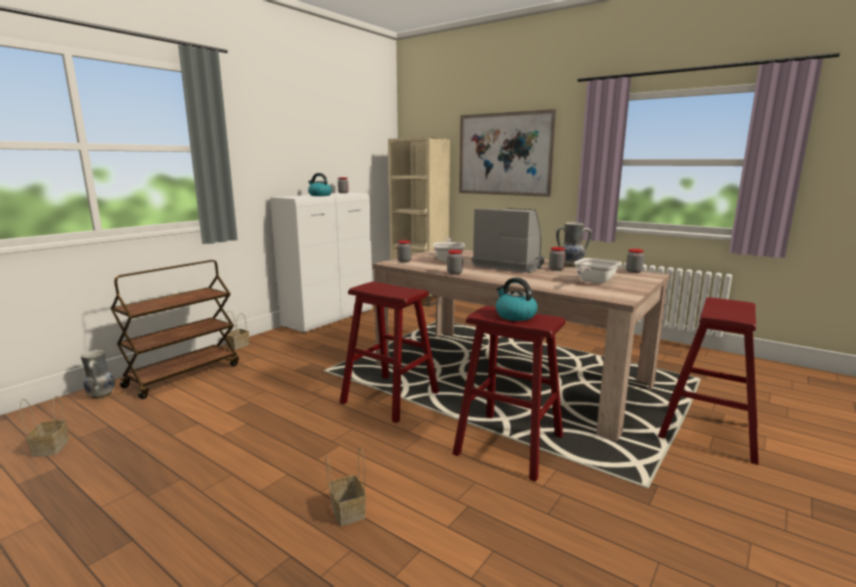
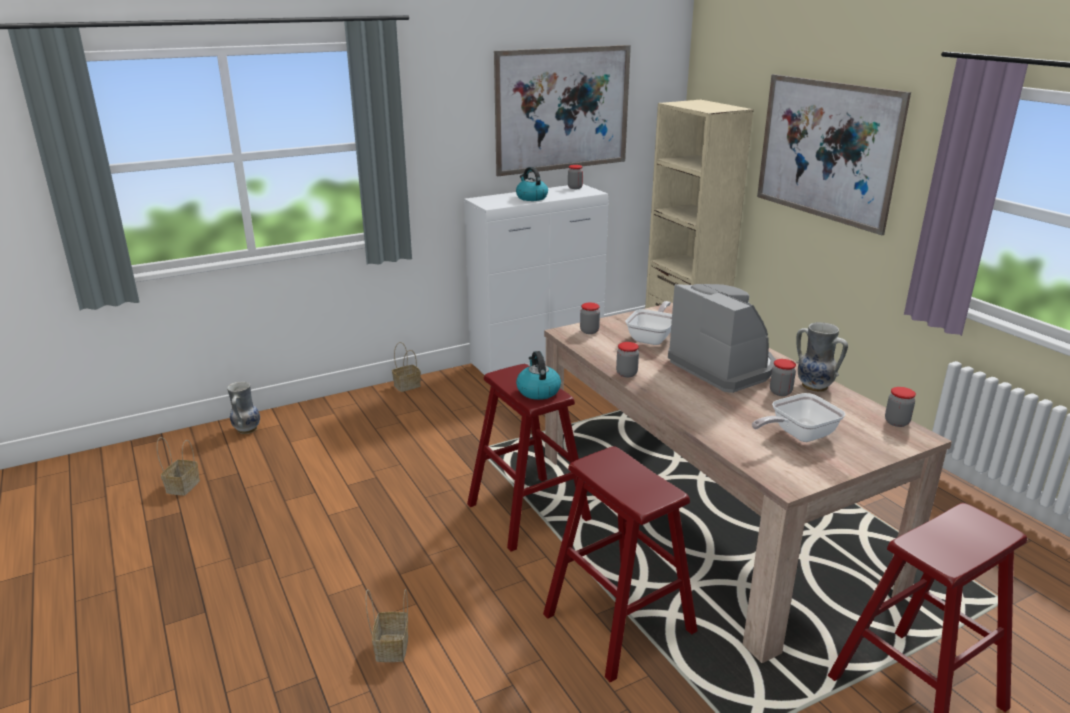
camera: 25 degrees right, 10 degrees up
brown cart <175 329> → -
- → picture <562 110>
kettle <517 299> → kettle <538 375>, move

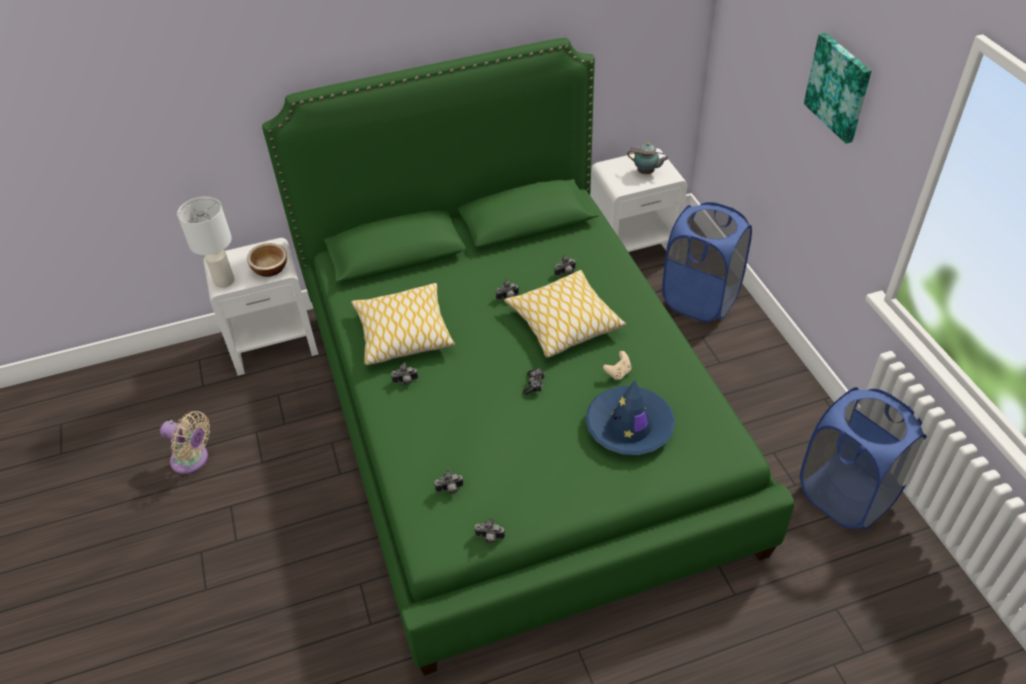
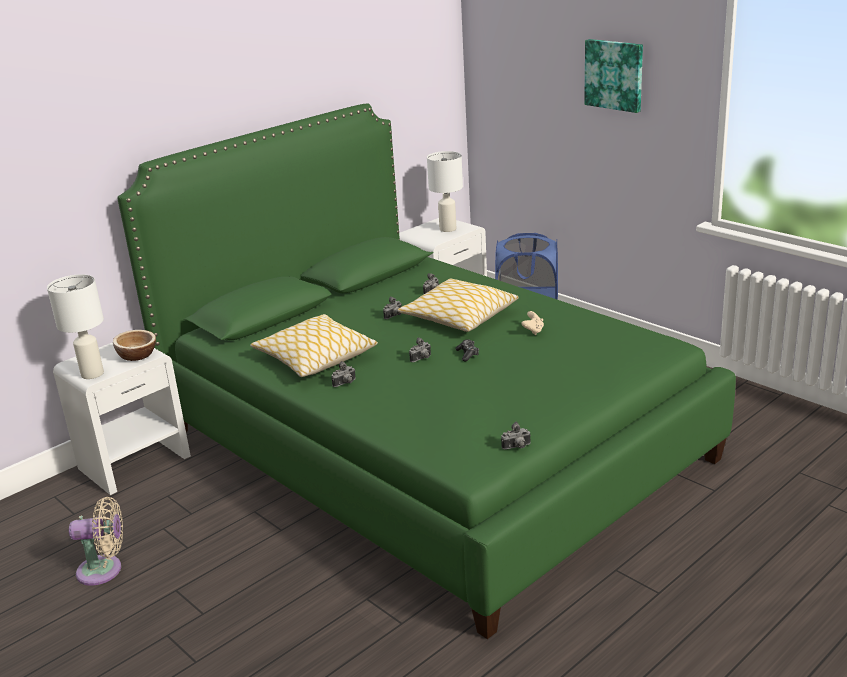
camera: 25 degrees left, 20 degrees down
blue hat <630 417> → -
blue laundry basket <863 458> → -
photo camera <448 481> → photo camera <420 349>, move
teapot <648 158> → white table lamp <445 191>

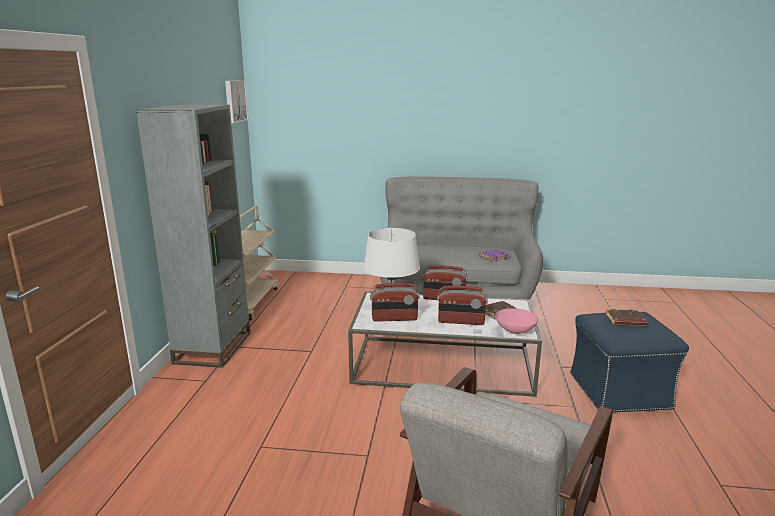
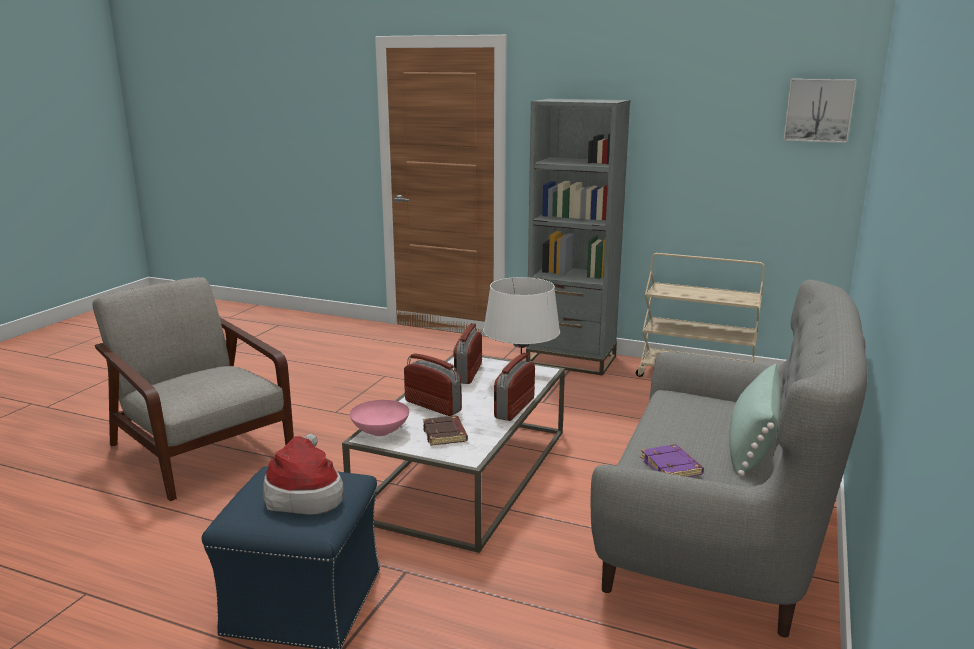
camera: 105 degrees right, 0 degrees up
- → green pillow <755 420>
brown book <627 317> → hat <303 474>
radio <462 305> → radio <433 384>, 105 degrees clockwise

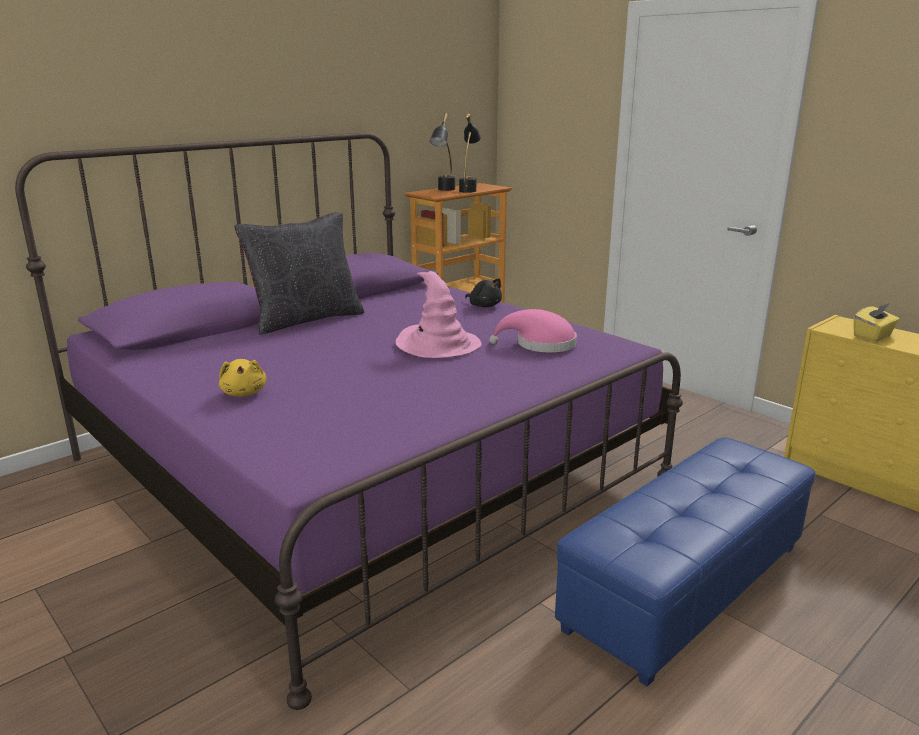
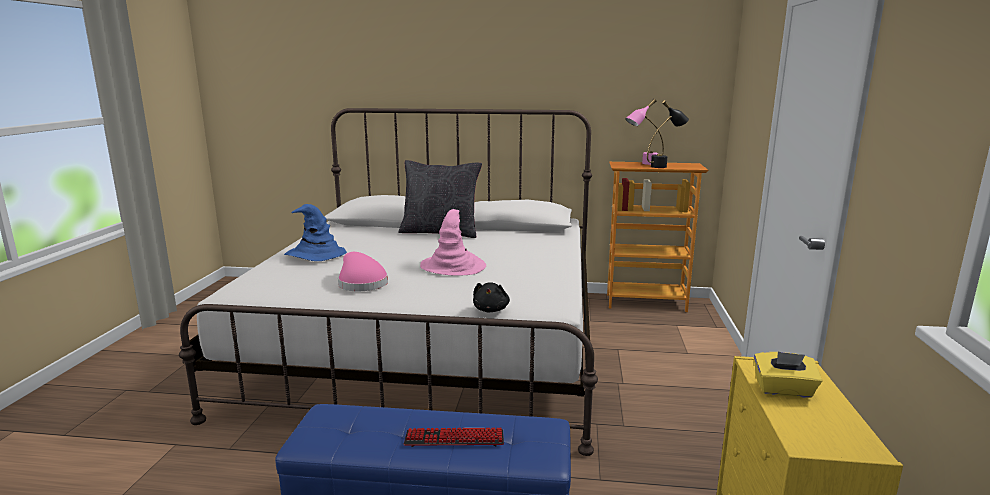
camera: 50 degrees right, 5 degrees down
- → keyboard <454 437>
black plush toy <483 292> → black plush toy <491 297>, move
pink hat <533 330> → pink hat <363 271>, move
yellow plush toy <243 378> → blue hat <315 232>
purple bed <349 421> → white bed <388 282>
black table lamp <442 152> → pink table lamp <644 132>

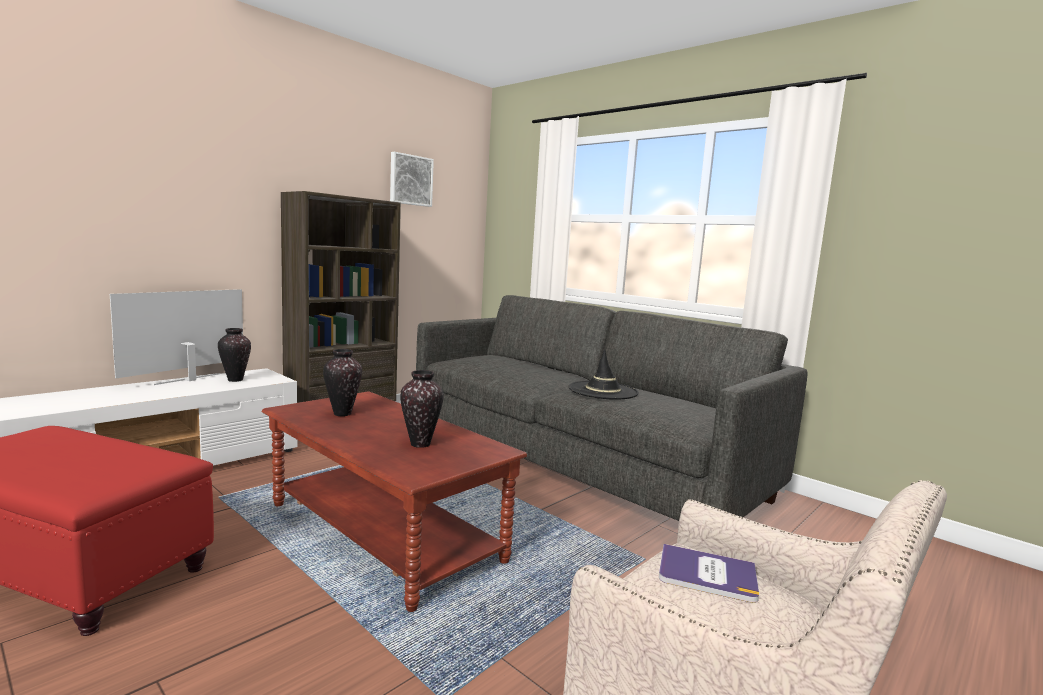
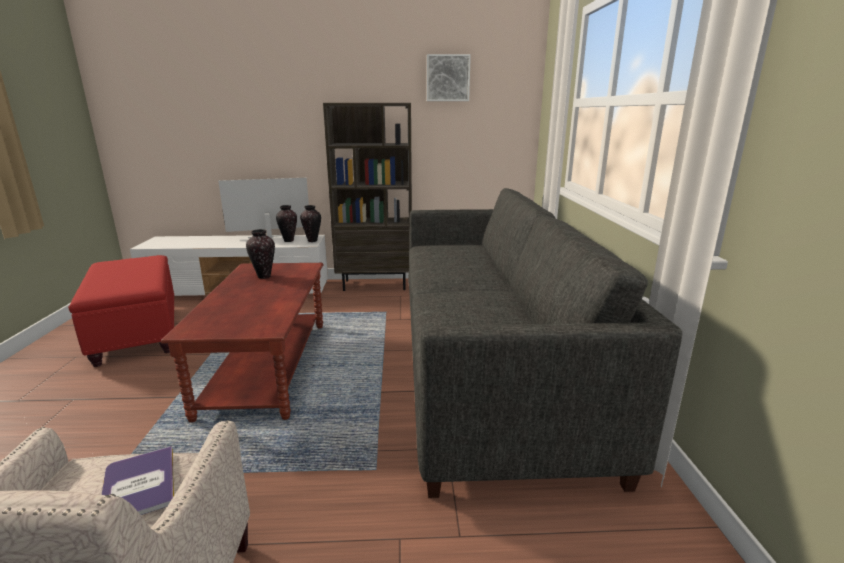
camera: 45 degrees right, 10 degrees up
black hat <604 374> → -
vase <422 409> → vase <310 223>, move

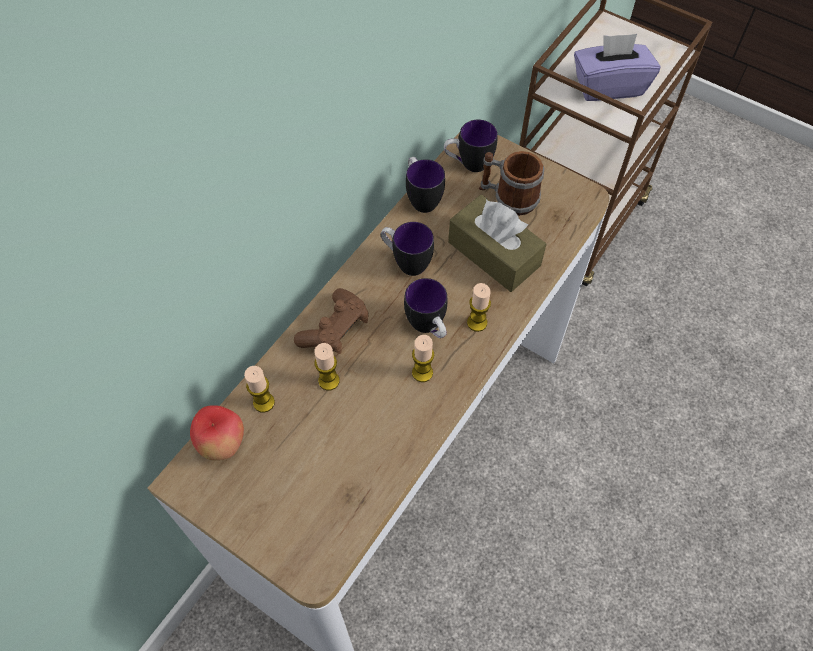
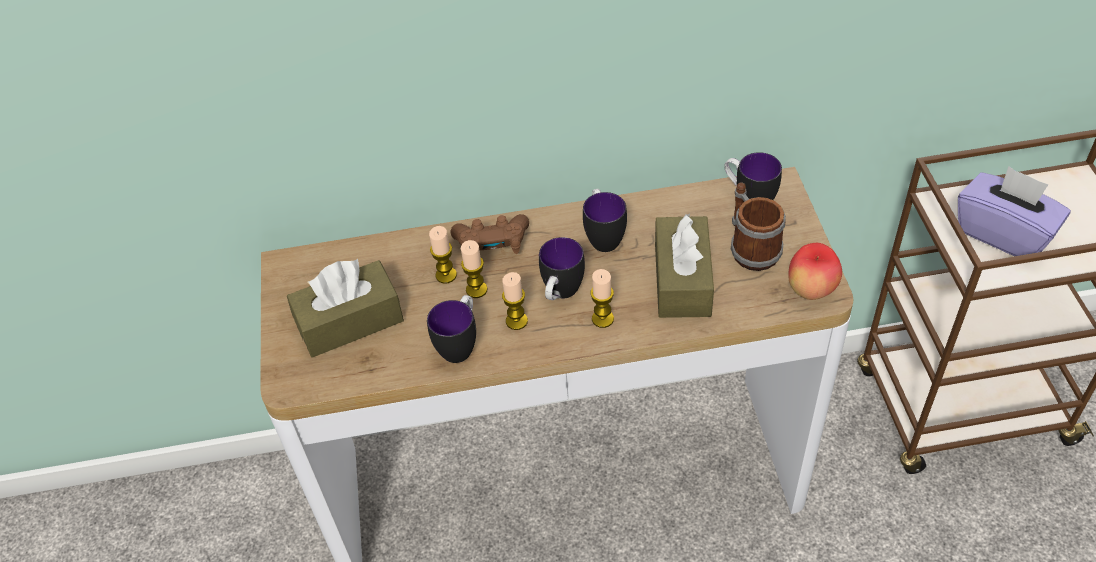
camera: 50 degrees right, 10 degrees down
- → brown tissue box <345 308>
apple <217 433> → apple <815 271>, move
candle <259 389> → candle <474 269>, move
mug <425 185> → mug <451 329>, move

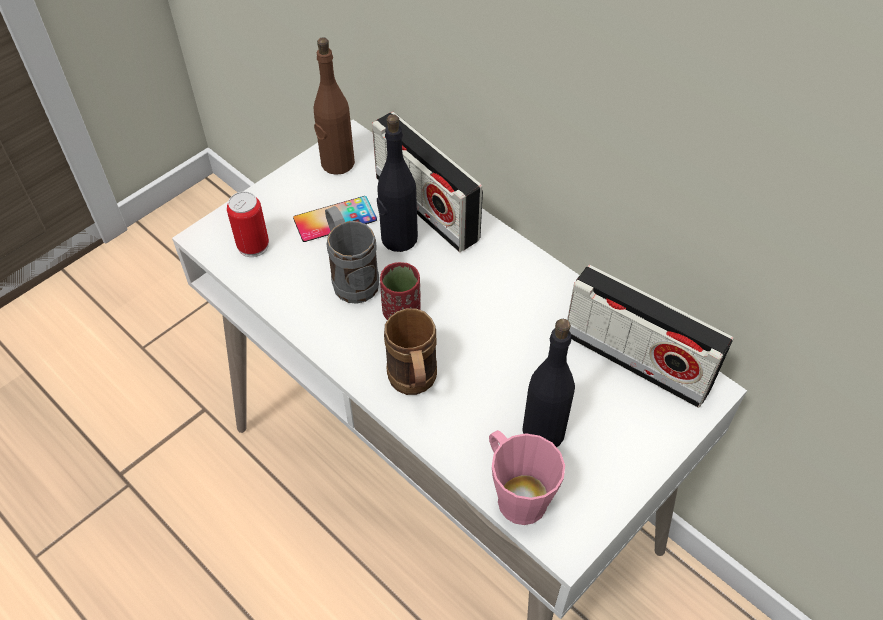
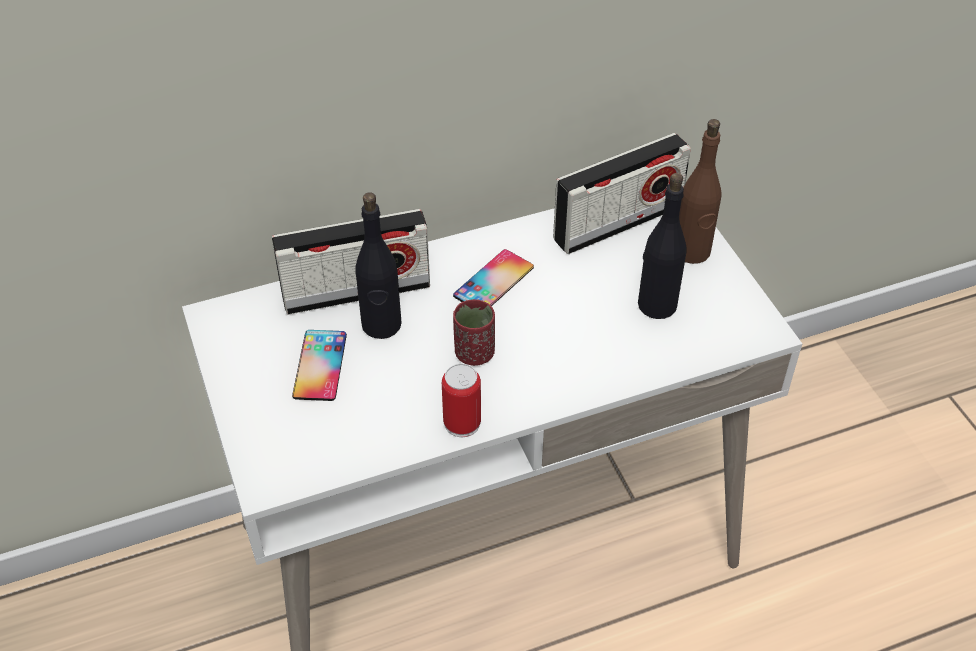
camera: 65 degrees left, 5 degrees down
grey mug <352 255> → -
brown mug <410 351> → -
pink mug <527 477> → -
- → phone <493 277>
can <248 224> → can <461 400>, move
brown bottle <334 106> → brown bottle <700 191>, move

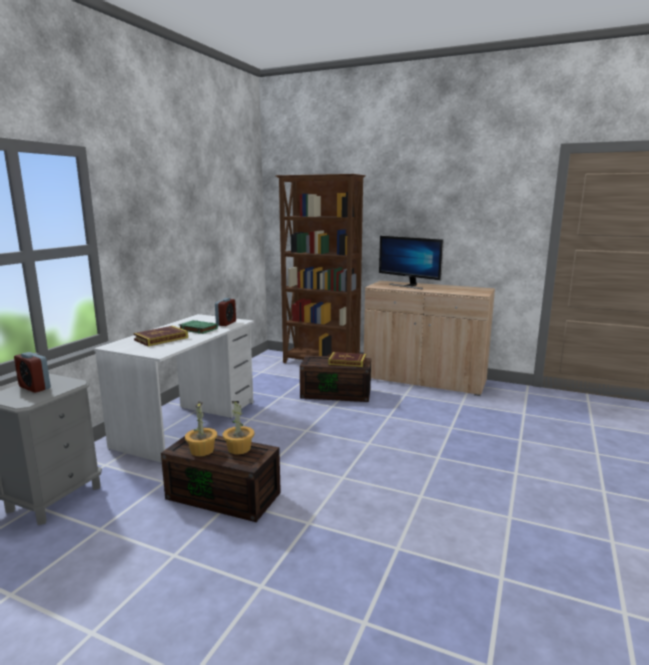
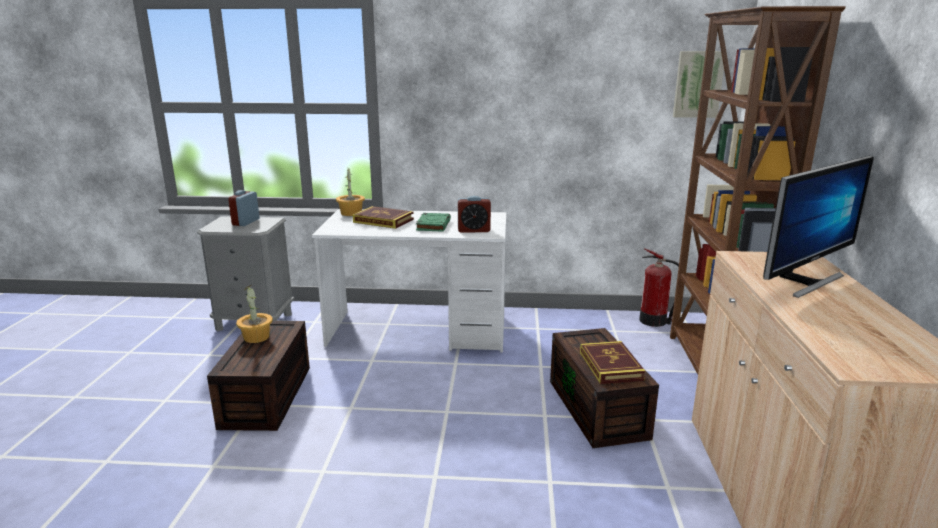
camera: 70 degrees right, 5 degrees up
- → fire extinguisher <659 287>
- → picture <698 84>
potted plant <238 427> → potted plant <350 192>, move
monitor <411 262> → monitor <818 227>, 150 degrees counterclockwise

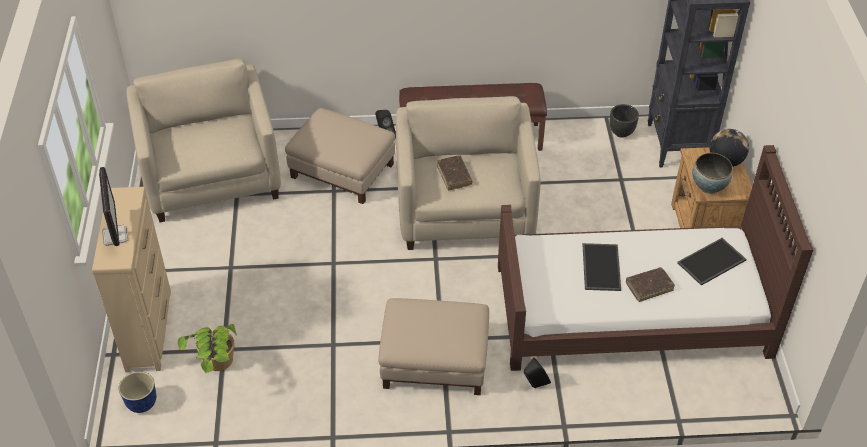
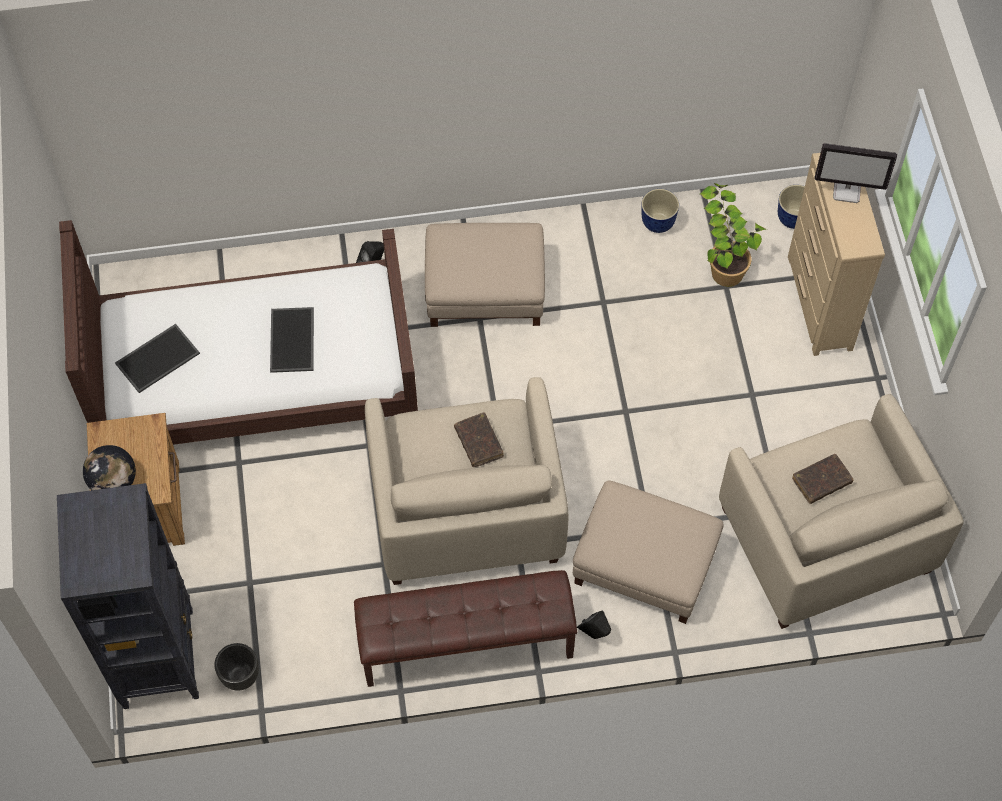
camera: 175 degrees right, 15 degrees up
bowl <713 173> → -
- → planter <660 211>
brown book <650 284> → brown book <823 479>, move
monitor <113 206> → monitor <855 173>, 60 degrees counterclockwise

